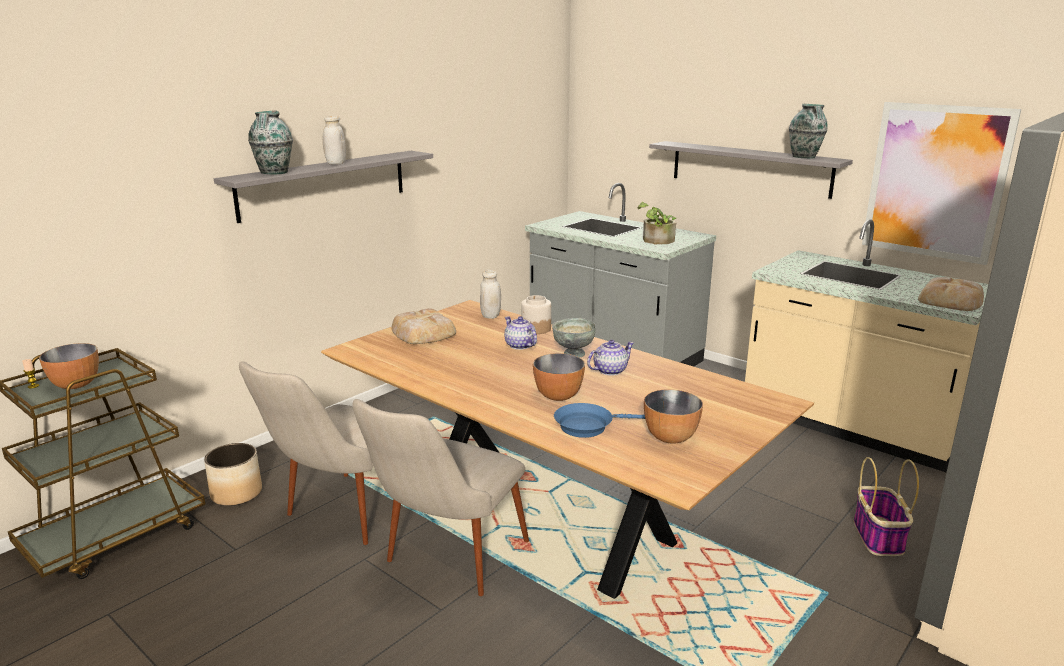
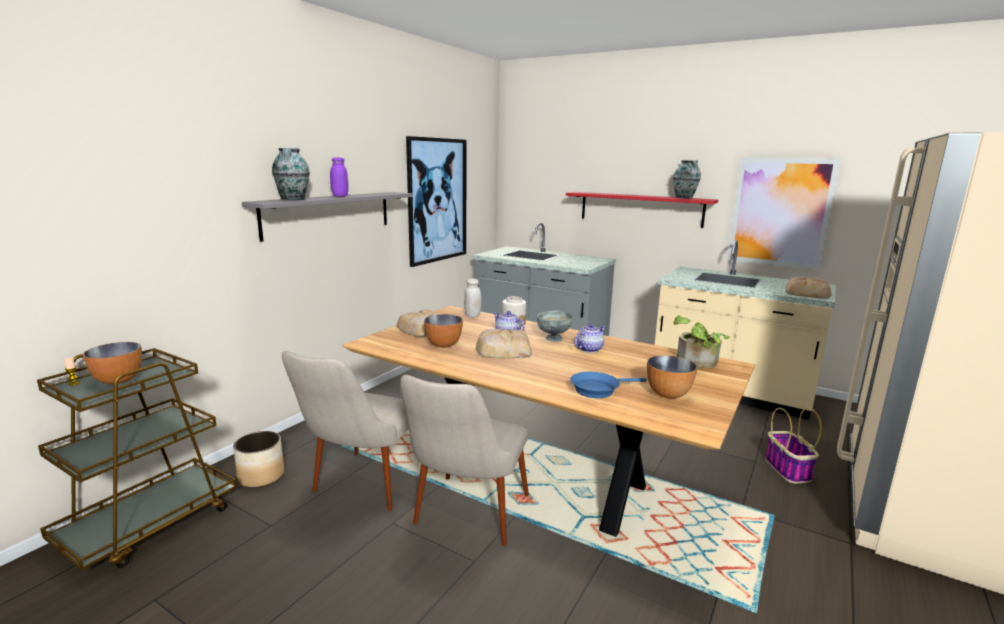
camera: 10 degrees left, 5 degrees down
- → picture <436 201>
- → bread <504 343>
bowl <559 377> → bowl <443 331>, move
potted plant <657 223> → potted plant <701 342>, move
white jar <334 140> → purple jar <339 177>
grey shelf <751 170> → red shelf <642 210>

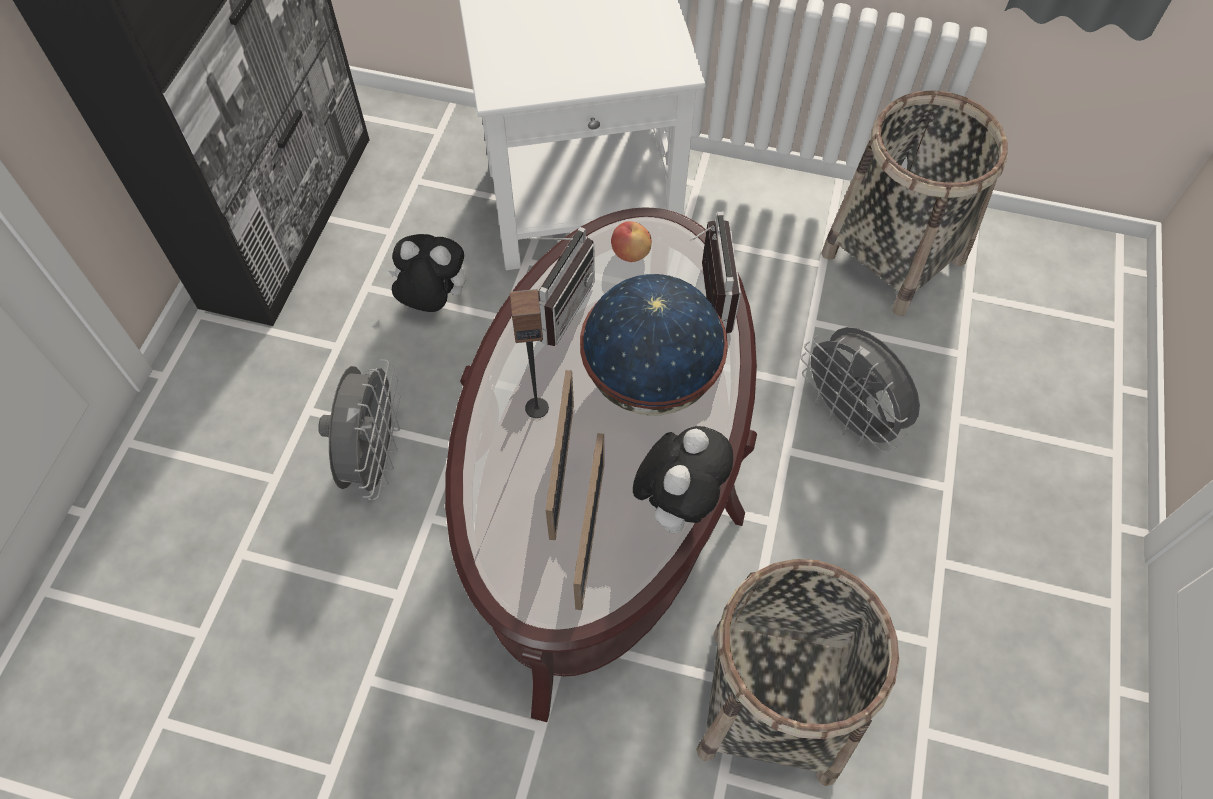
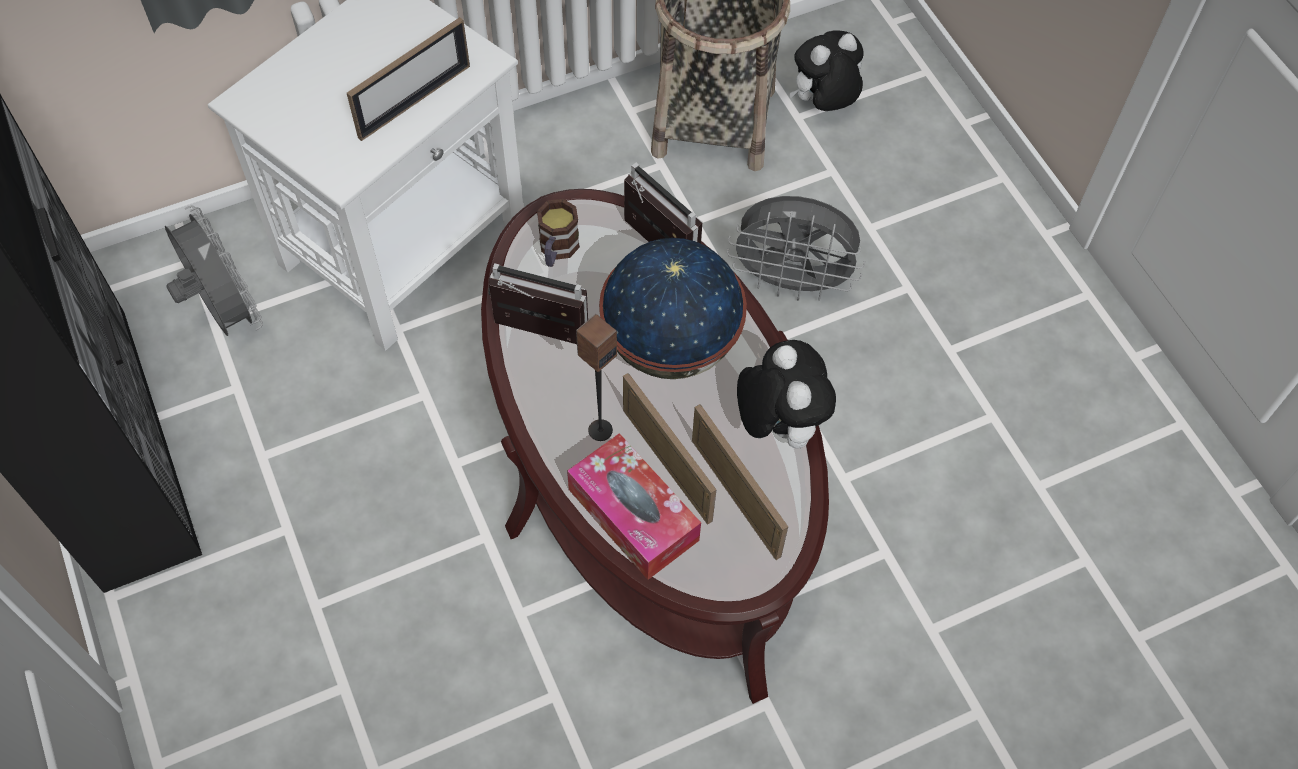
camera: 40 degrees left, 0 degrees up
basket <797 672> → -
- → picture frame <408 79>
- → tissue box <634 506>
grey fan <359 429> → grey fan <214 270>, move
plush toy <427 273> → plush toy <826 70>, move
apple <631 241> → mug <558 233>
radio <558 286> → radio <538 303>, 60 degrees counterclockwise

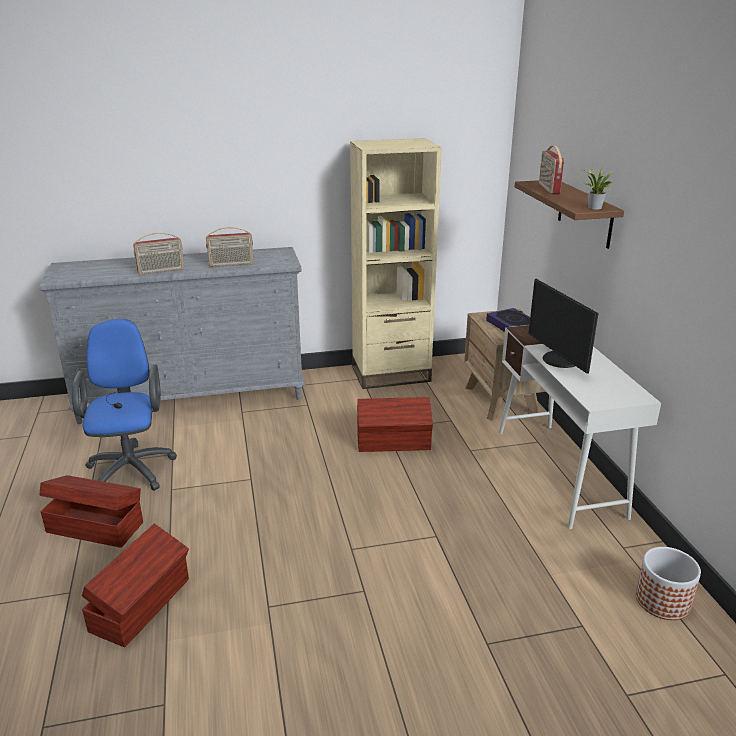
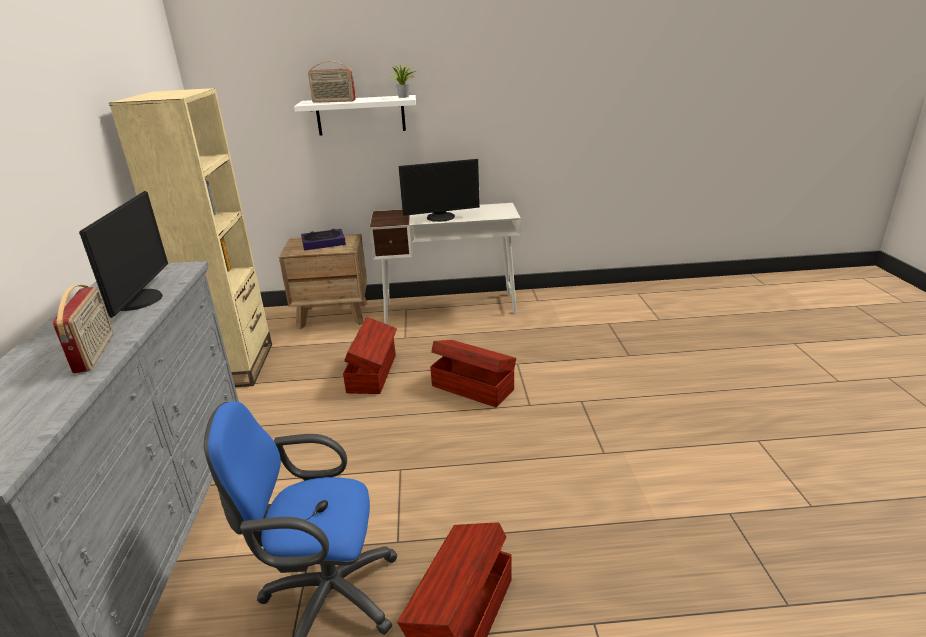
camera: 80 degrees left, 0 degrees up
planter <668 583> → -
brown storage box <135 585> → brown storage box <473 374>, move
radio <230 247> → monitor <123 254>
brown shelf <569 214> → white shelf <355 115>

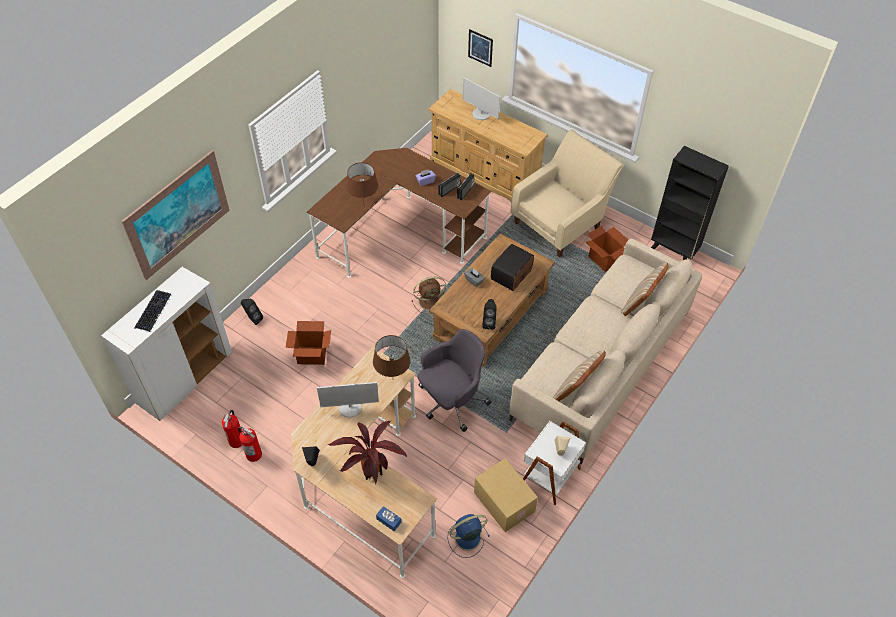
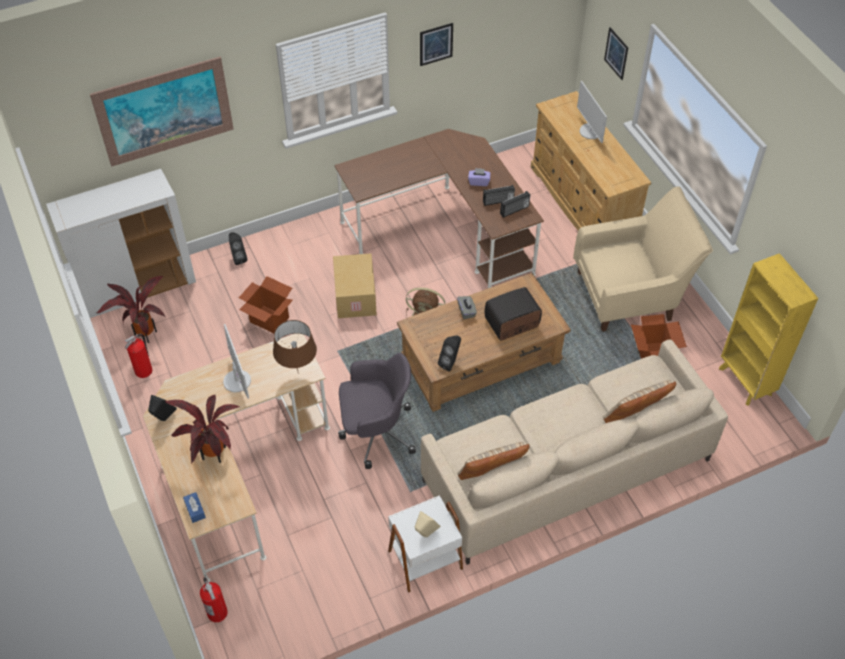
camera: 30 degrees right, 0 degrees up
keyboard <152 311> → -
brown table lamp <362 182> → -
blue fan <468 536> → -
- → potted plant <131 309>
- → picture <436 44>
fire extinguisher <250 444> → fire extinguisher <214 599>, move
cardboard box <506 495> → cardboard box <355 285>, move
black bookcase <690 203> → yellow bookcase <768 329>
monitor <348 399> → monitor <237 361>, 135 degrees counterclockwise

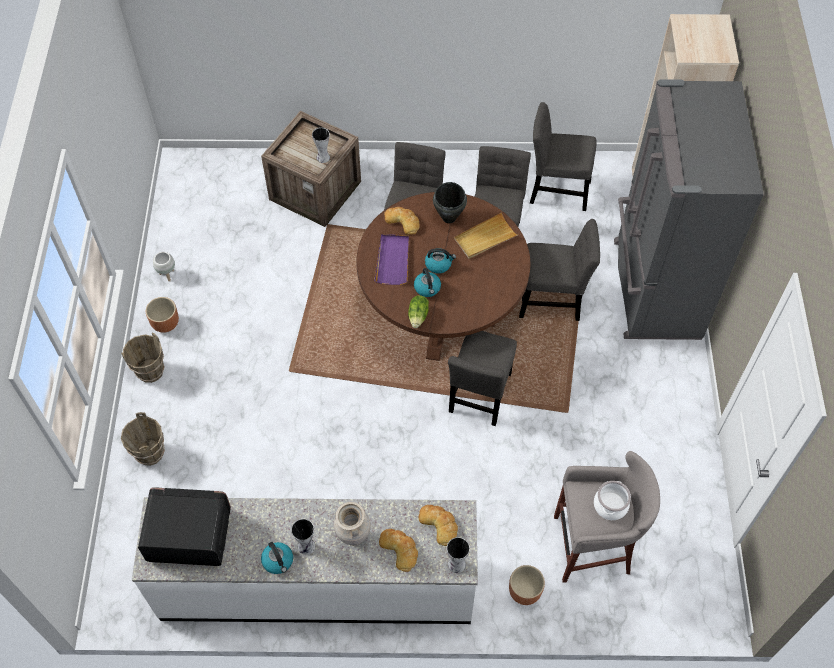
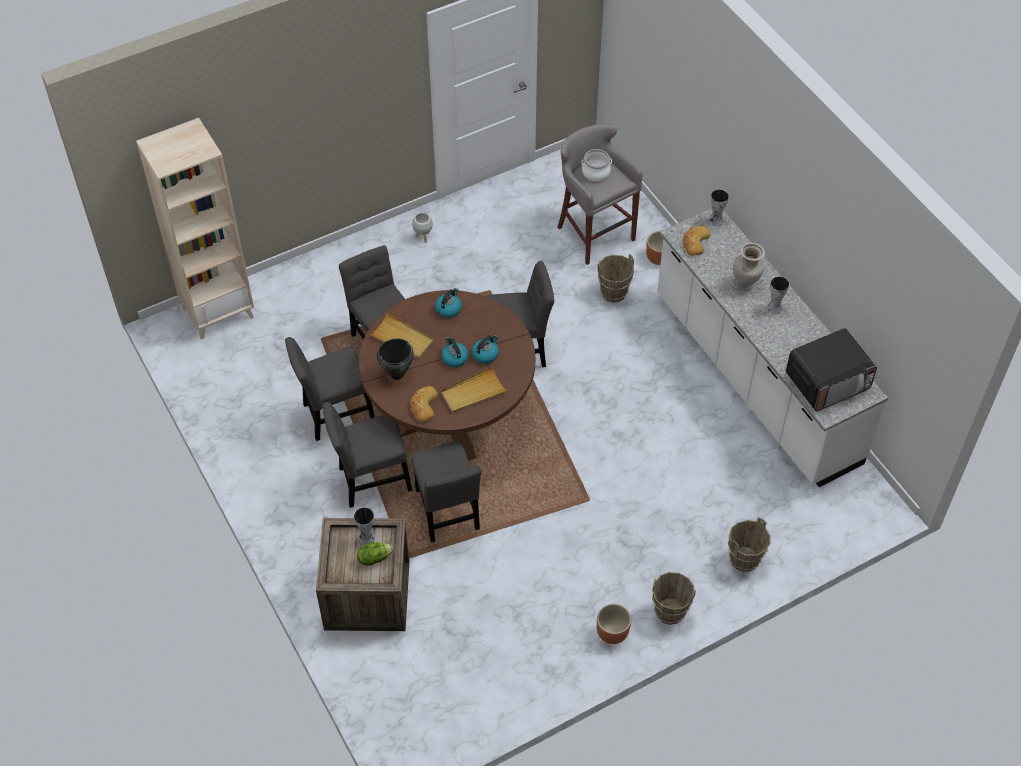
camera: 120 degrees left, 5 degrees down
bread <398 550> → -
grey fridge <689 209> → -
- → brown bucket <616 278>
white planter <164 267> → white planter <422 227>, move
kettle <277 558> → kettle <448 303>, move
lettuce <418 311> → lettuce <375 554>, move
grey chair <563 156> → grey chair <446 491>, move
purple tray <391 259> → beige tray <473 390>
microwave <184 526> → microwave <831 369>, 90 degrees counterclockwise

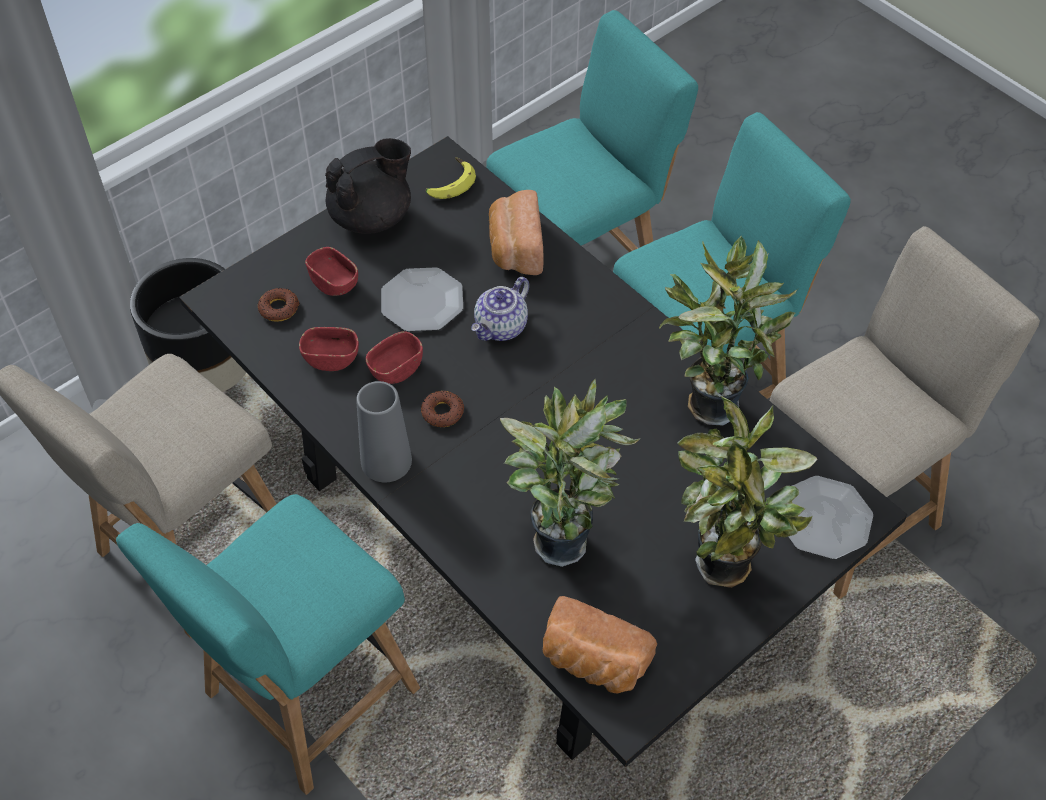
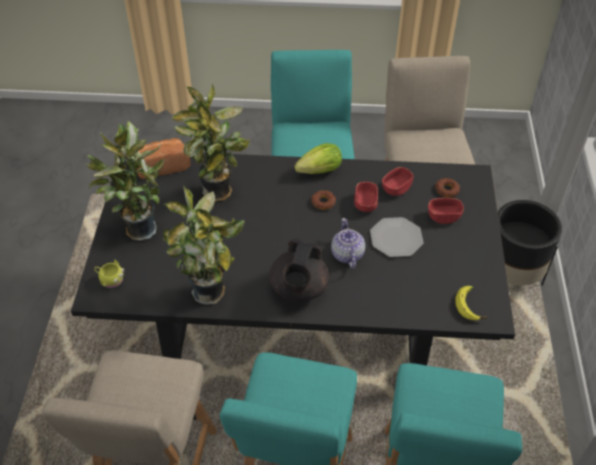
camera: 135 degrees right, 5 degrees down
bread <516 232> → -
black teapot <368 186> → black teapot <299 270>, move
grey vase <384 431> → lettuce <318 158>
plate <830 517> → yellow mug <109 273>

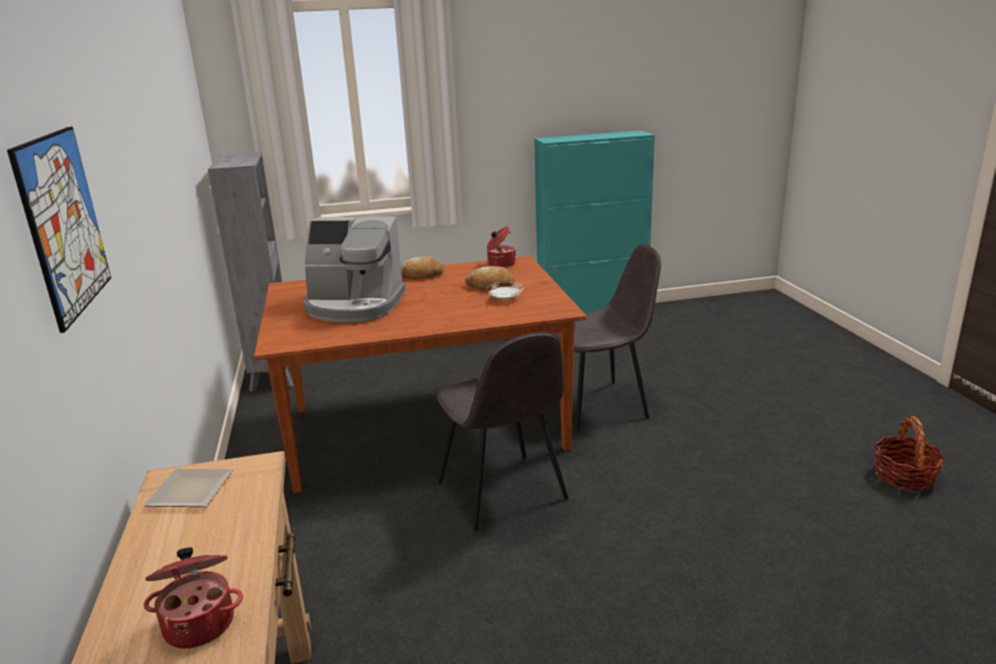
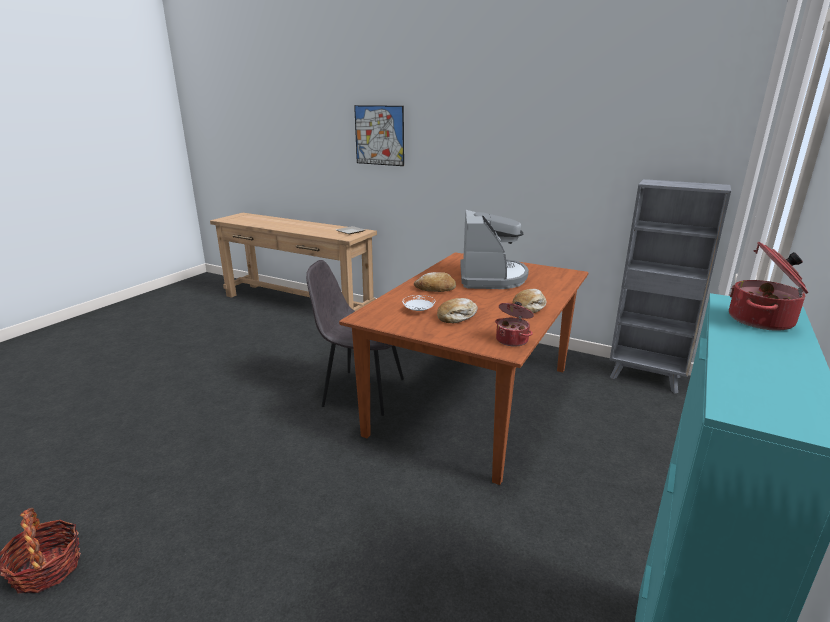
camera: 130 degrees right, 0 degrees up
grey chair <607 338> → -
- → bread <435 282>
cooking pot <193 598> → cooking pot <768 286>, move
coffee machine <354 269> → coffee machine <494 249>, 135 degrees clockwise

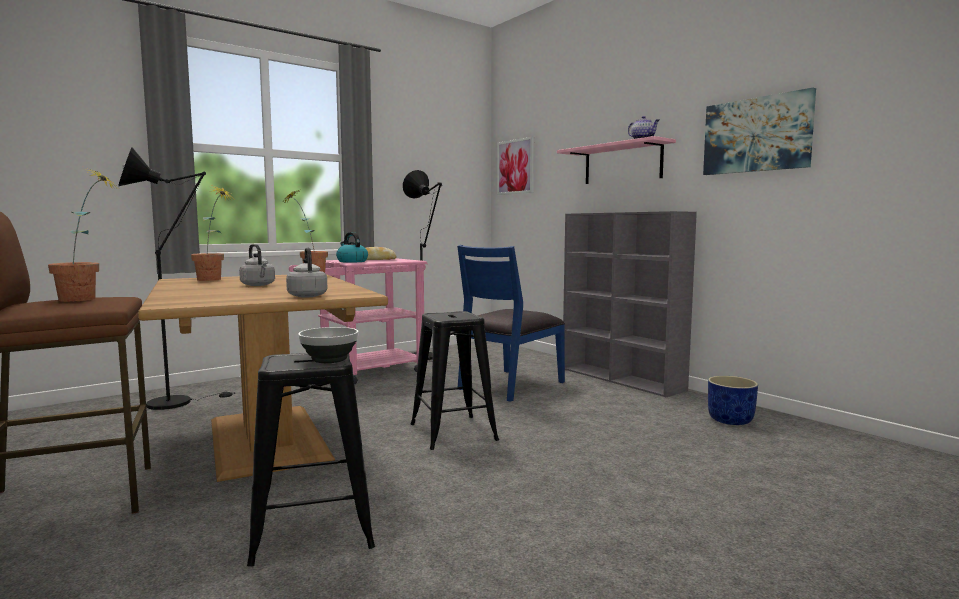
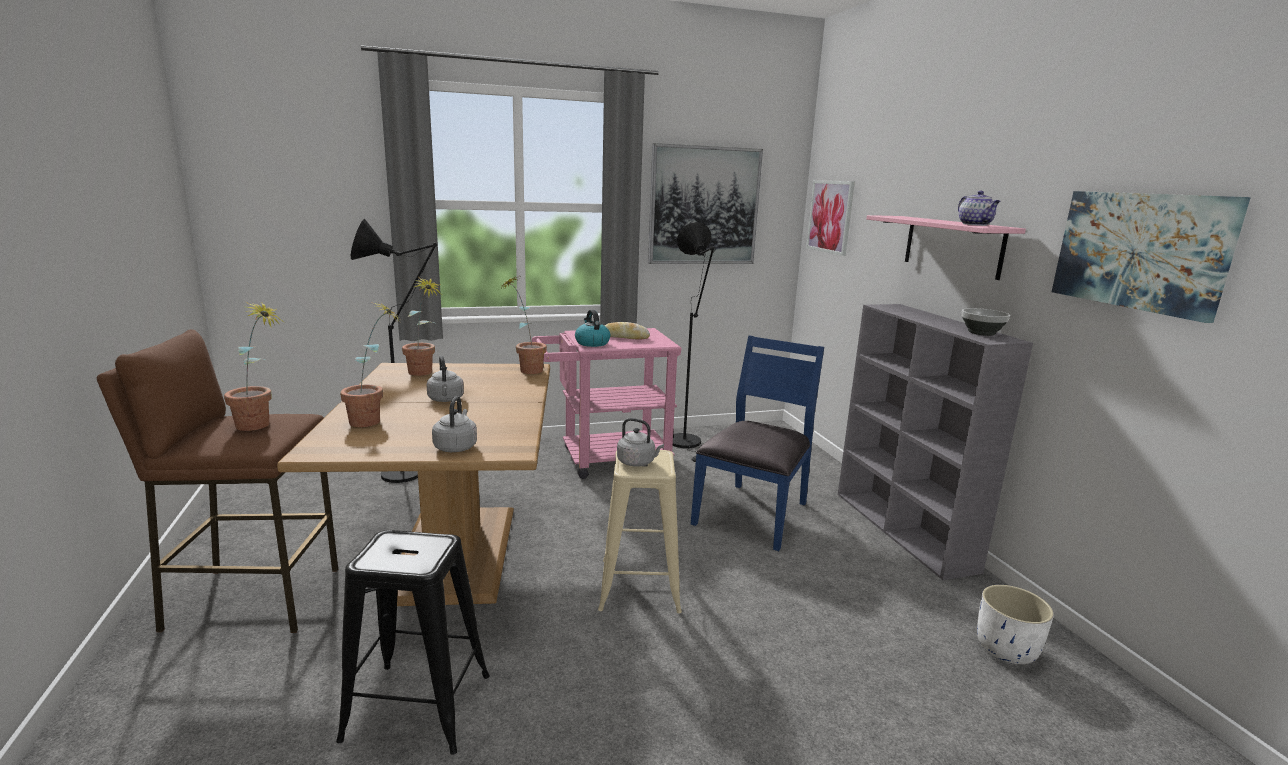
camera: 20 degrees right, 10 degrees up
- → potted plant <371 364>
- → grey kettle <640 442>
- → picture <705 203>
bowl <328 345> → bowl <986 322>, move
black stool <455 380> → beige stool <640 531>
blue planter <733 400> → white planter <1015 624>
blue chair <511 323> → blue chair <757 443>, 150 degrees clockwise

